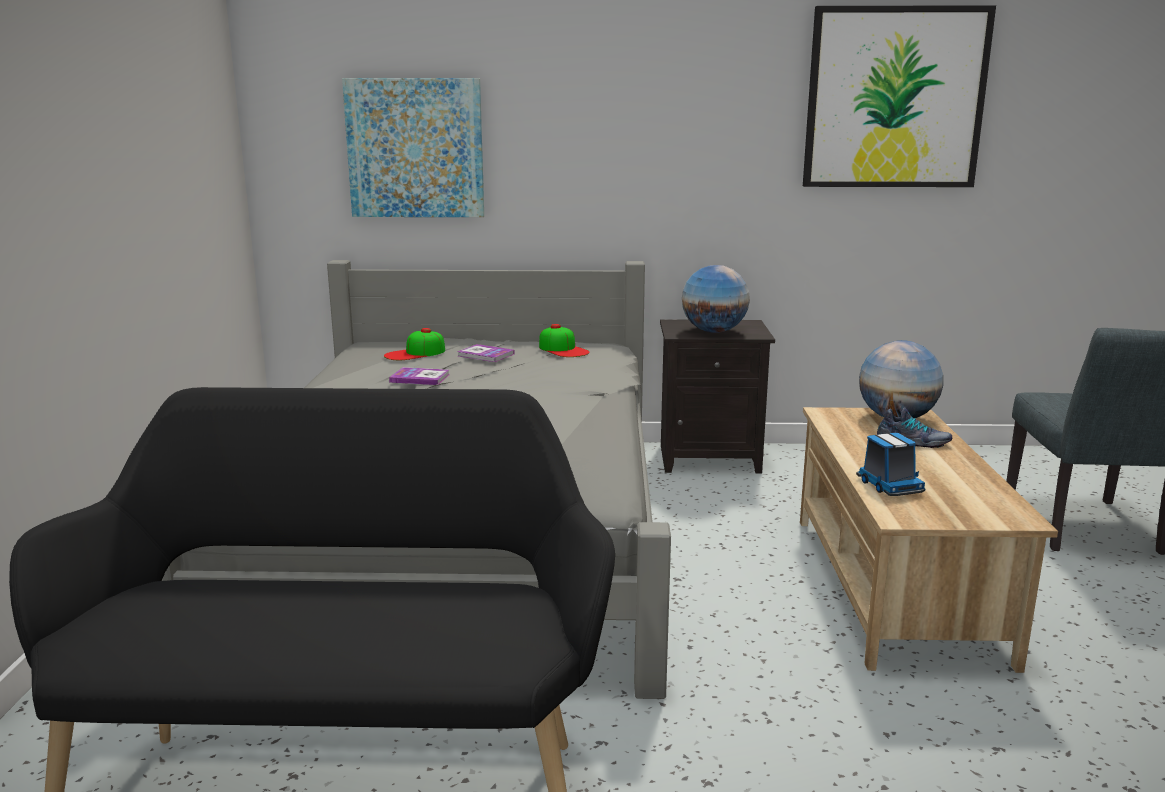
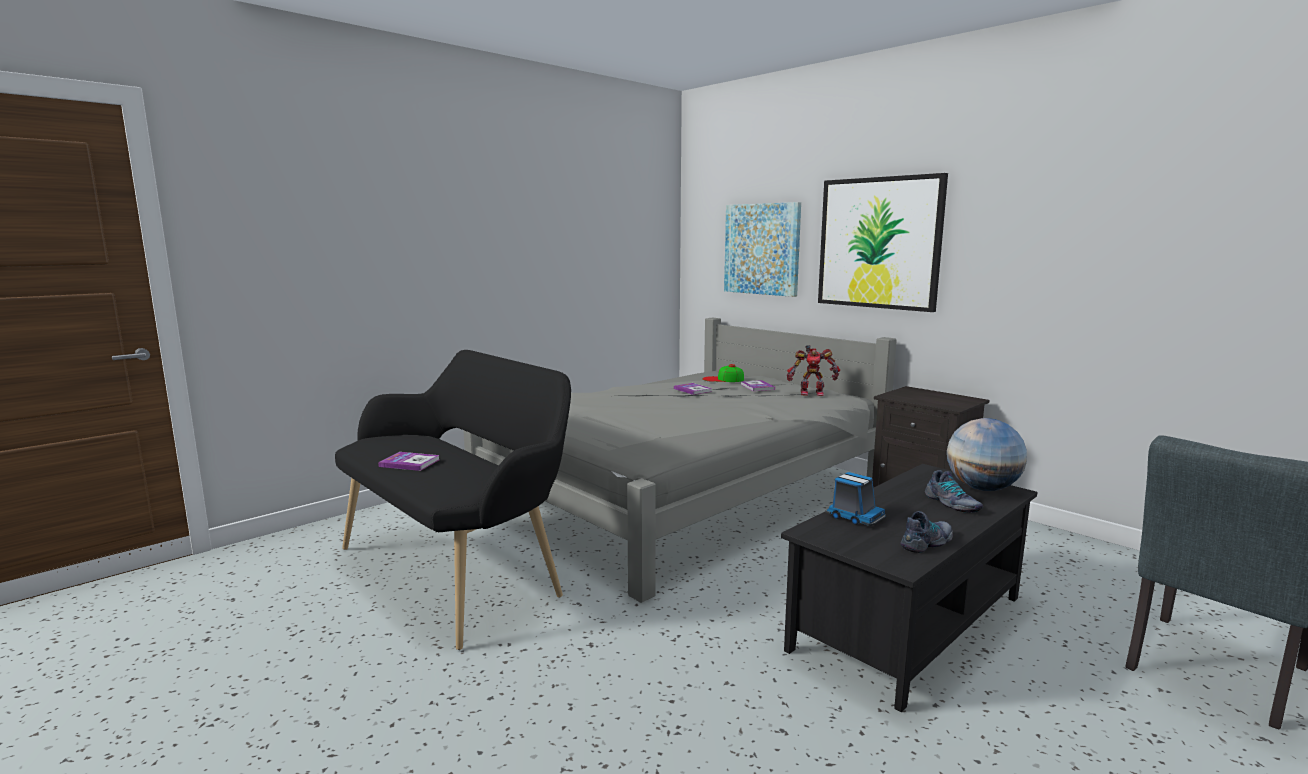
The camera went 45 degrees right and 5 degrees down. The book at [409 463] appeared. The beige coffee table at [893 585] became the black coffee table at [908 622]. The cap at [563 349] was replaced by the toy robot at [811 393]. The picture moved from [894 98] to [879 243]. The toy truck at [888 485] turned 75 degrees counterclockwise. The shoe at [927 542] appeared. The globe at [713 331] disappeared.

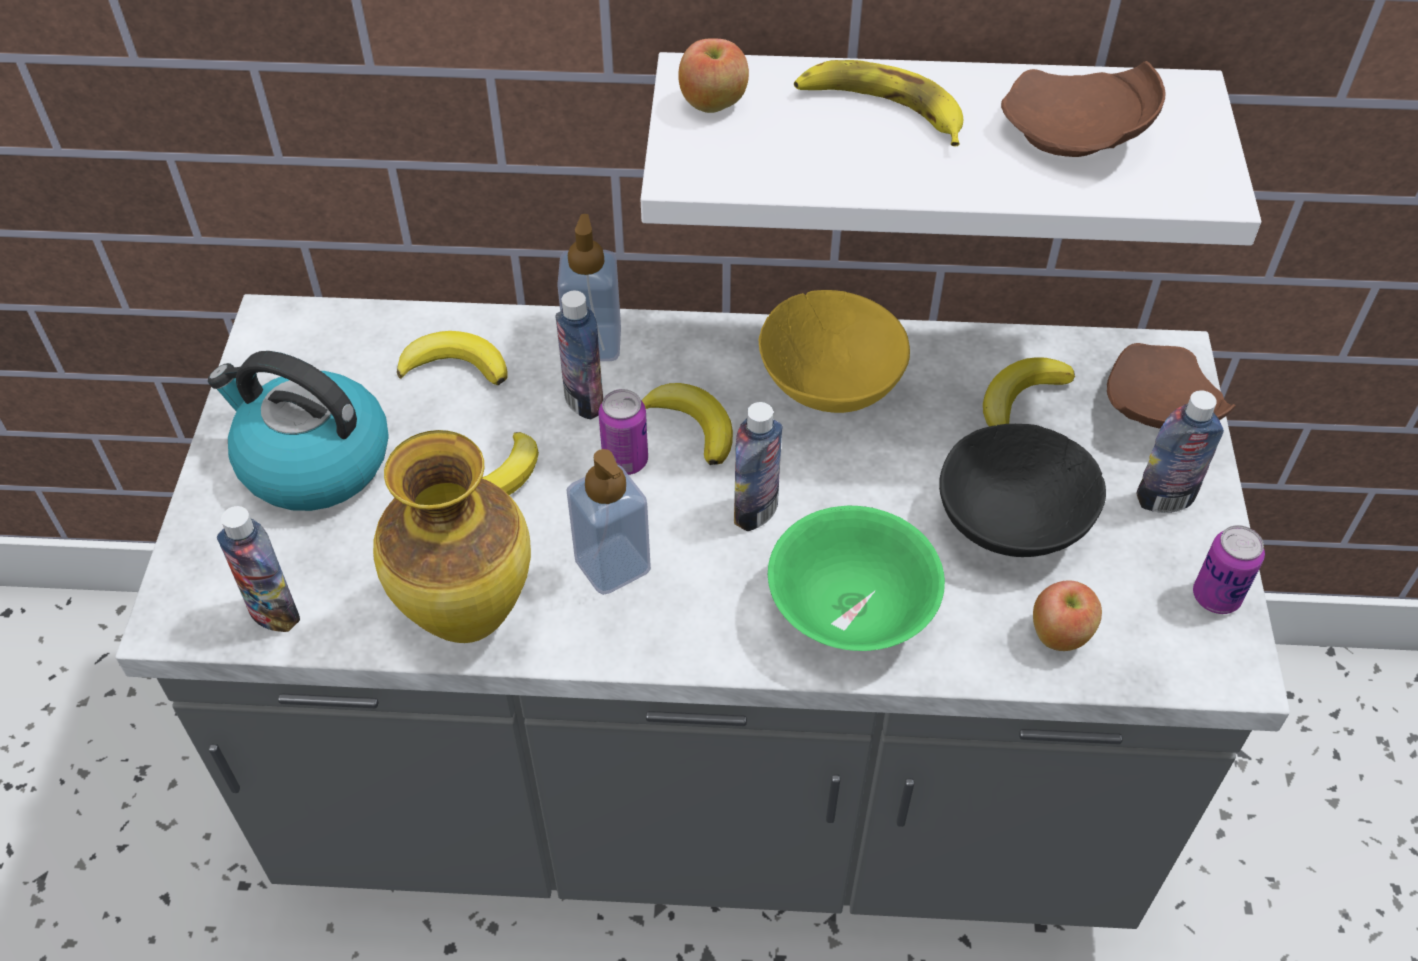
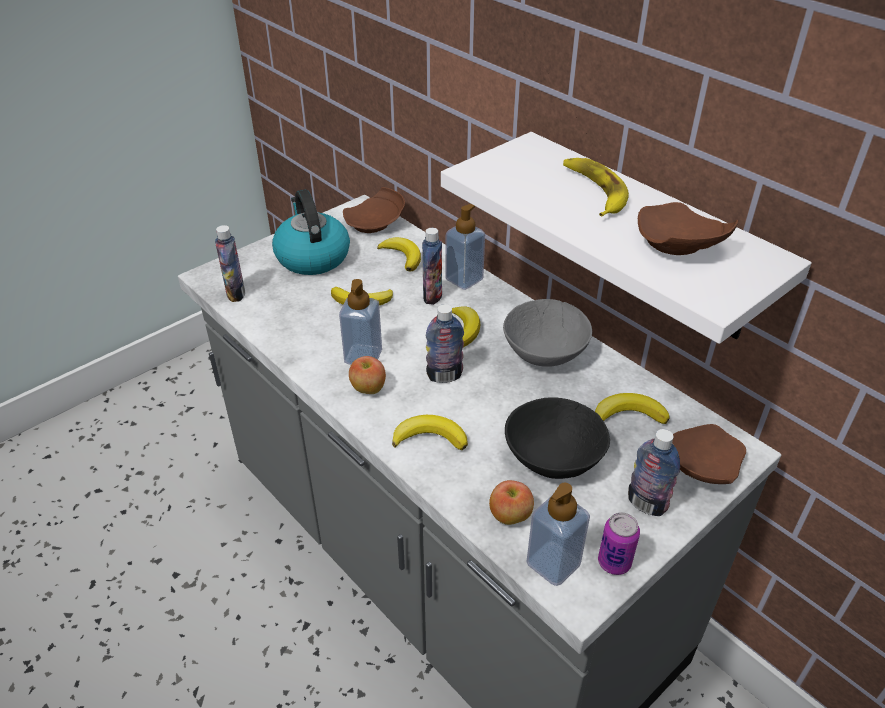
The camera went 45 degrees right and 10 degrees down. The brown plate at [376 223] appeared. The apple moved from [713 104] to [368 389]. The green bowl at [850 611] was replaced by the banana at [430 438]. The yellow bowl at [831 380] became the grey bowl at [546 351]. The soap dispenser at [553 563] appeared. The vase at [469 620] disappeared. The can at [625 460] disappeared.

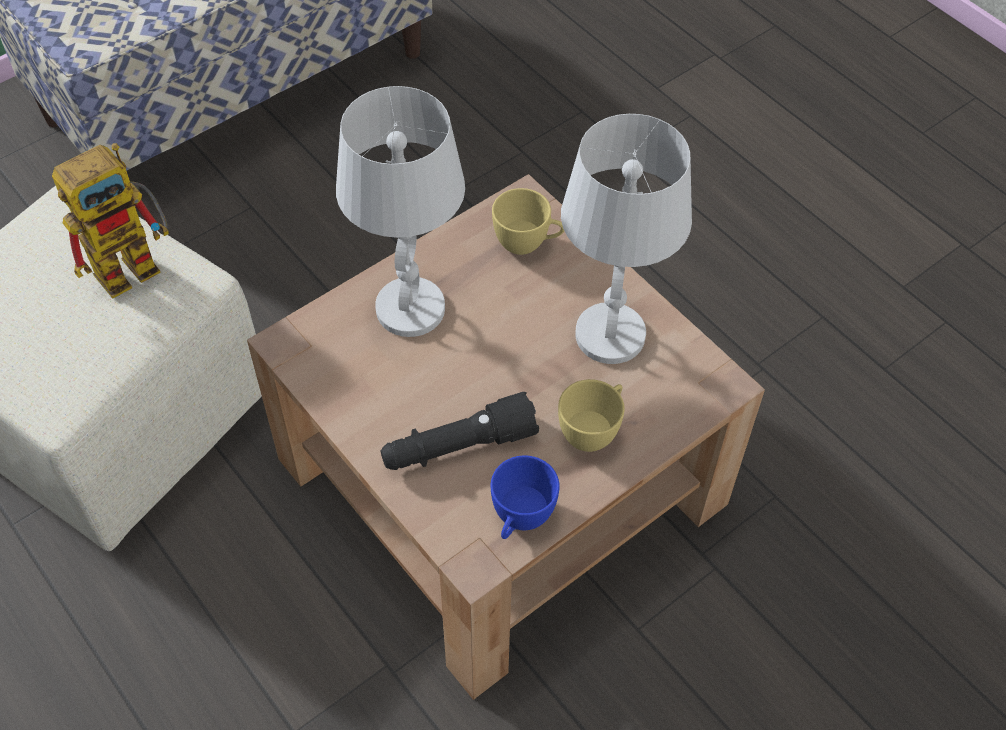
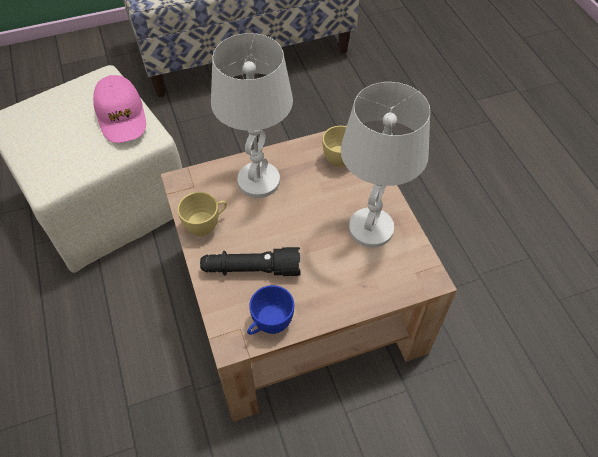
The camera went 20 degrees right and 0 degrees up. The toy robot at [136 262] was replaced by the pink cap at [121 116]. The yellow cup moved from [593 430] to [206 225].

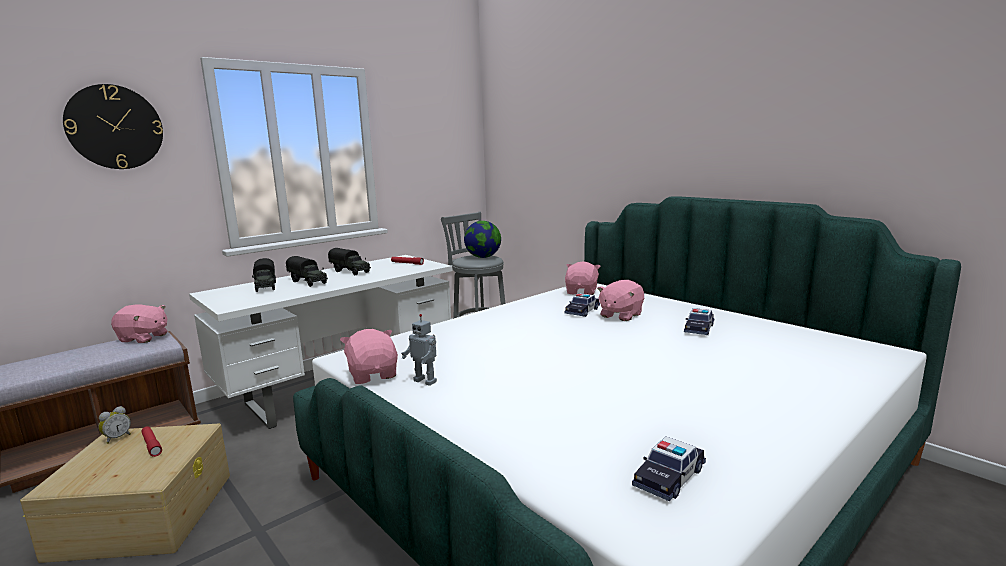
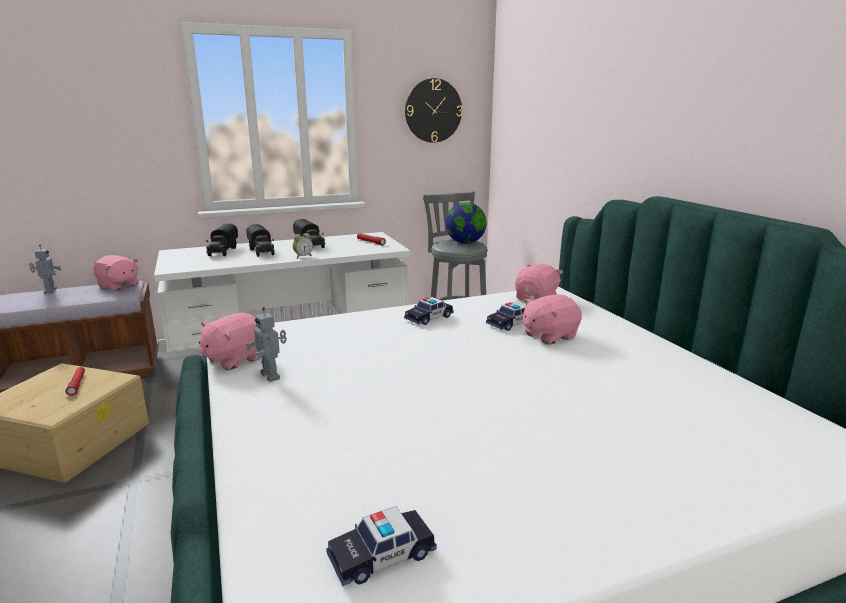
The camera went 20 degrees right and 5 degrees up. The toy robot at [49 291] appeared. The pink plush toy at [373 375] turned 135 degrees counterclockwise. The alarm clock moved from [117 438] to [303 257]. The toy car moved from [699 329] to [429 318]. The wall clock moved from [115 127] to [433 110].

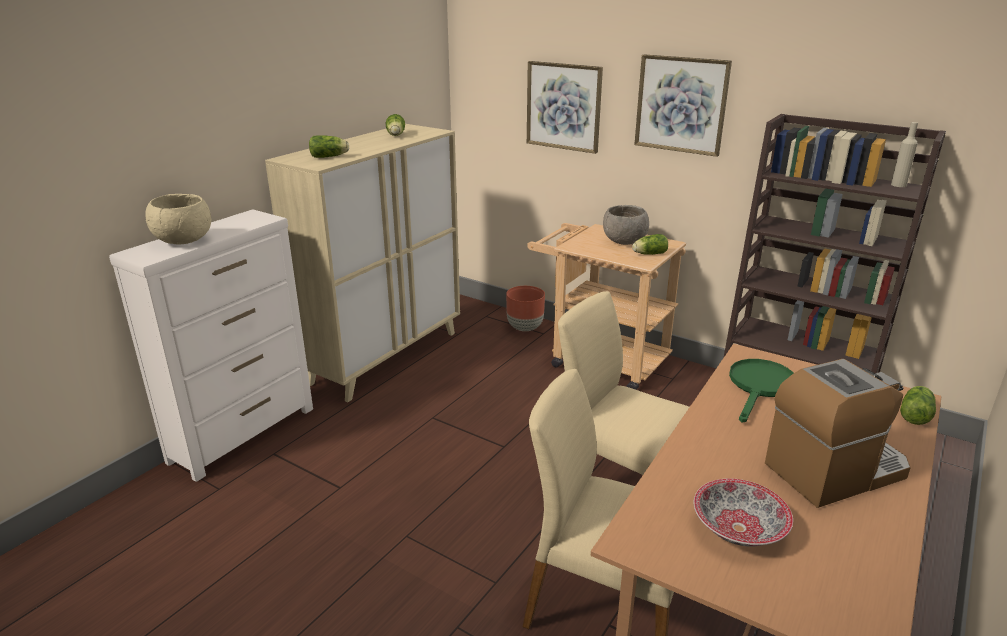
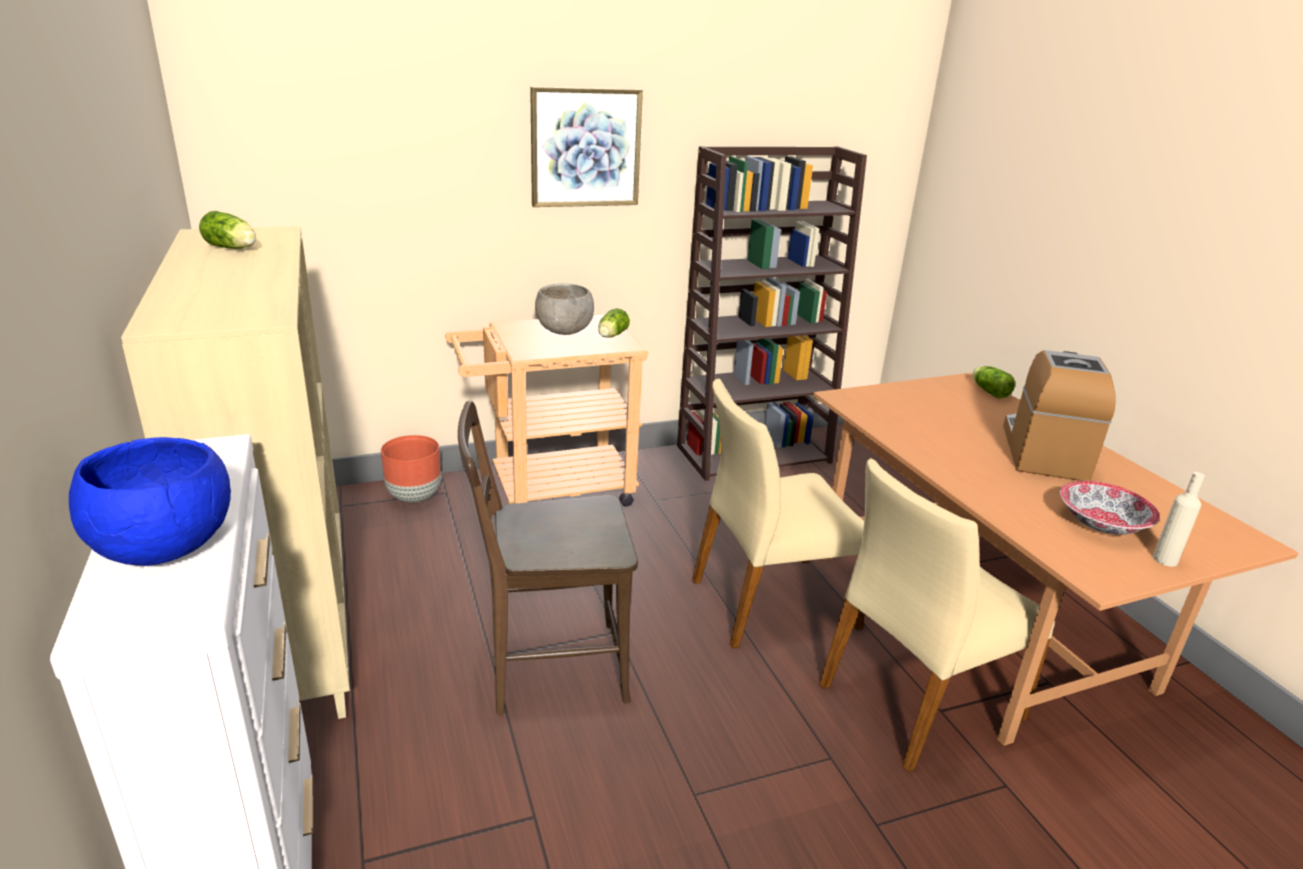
The camera went 55 degrees left and 0 degrees up. The beige bowl at [183 241] became the blue bowl at [166 549]. The brown chair at [548 668] appeared. The beige bottle moved from [898 185] to [1165 559]. The lettuce at [330 157] disappeared. The picture at [563 106] disappeared. The green frying pan at [760 387] disappeared.

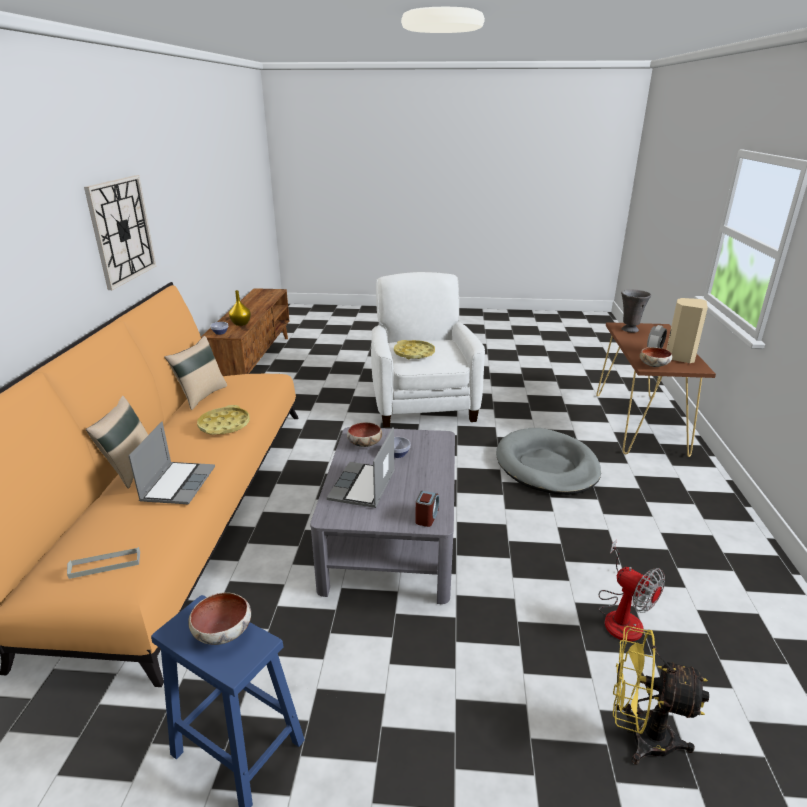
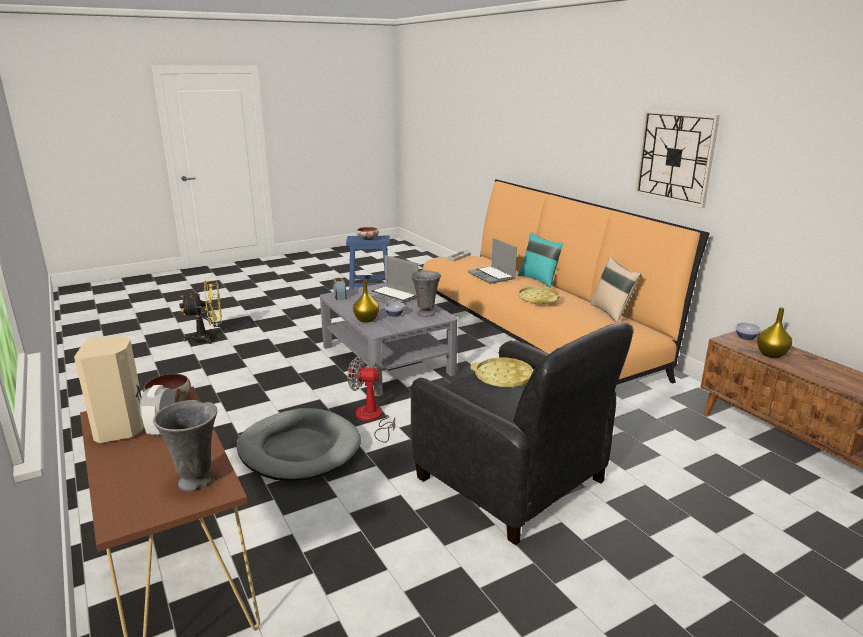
The camera went 145 degrees right and 5 degrees down. The fan moved from [621 615] to [372 418]. The yellow vase at [367 320] appeared. The laptop at [363 487] turned 150 degrees clockwise. The bowl at [364 444] was replaced by the grey vase at [426 313]. The white armchair at [423 403] became the black armchair at [512 481]. The beige pillow at [130 468] became the turquoise pillow at [539 280].

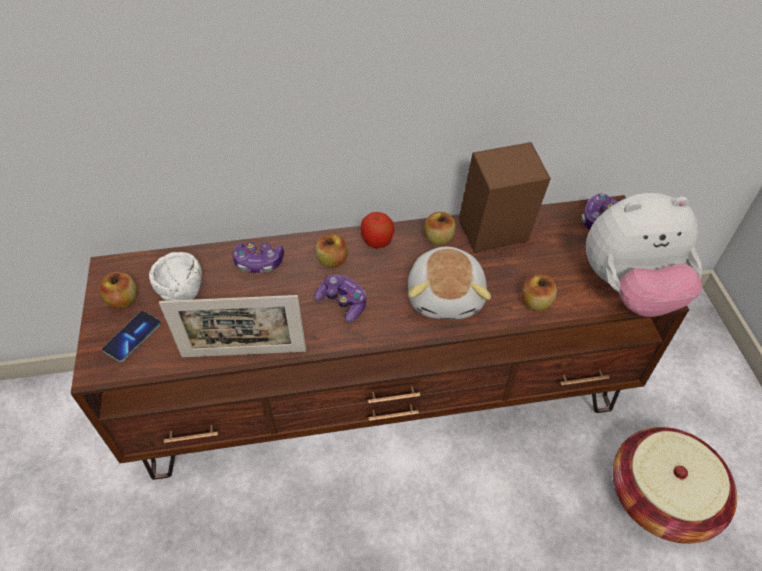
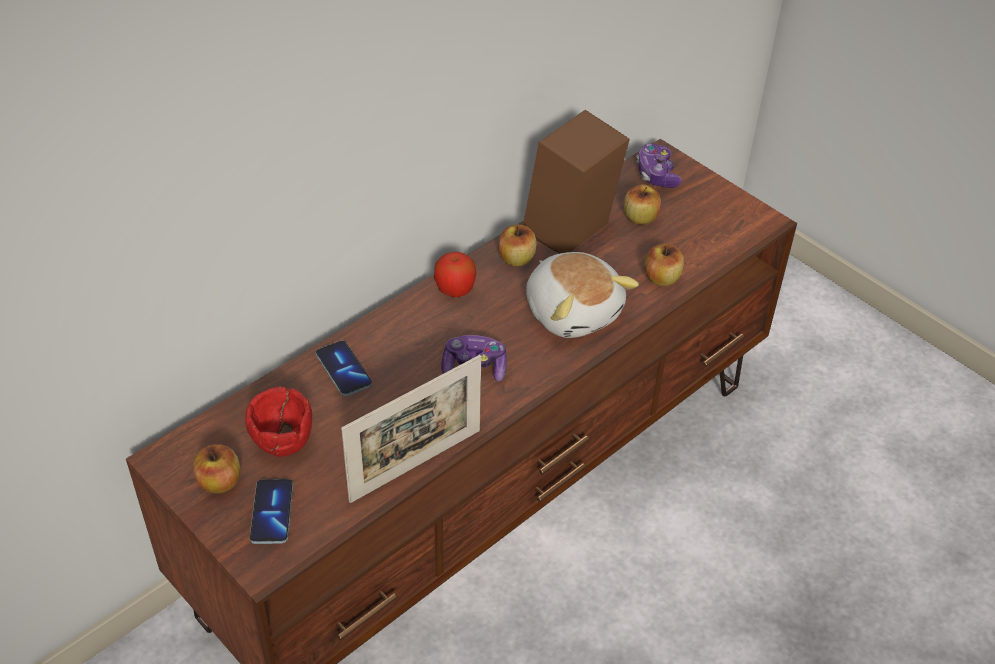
The camera went 35 degrees left and 5 degrees down. The white bowl at [182 291] became the red bowl at [282 440]. The game controller at [259 263] was replaced by the phone at [343 370]. The apple moved from [332 261] to [640 218]. The plush toy at [629 289] disappeared. The basket at [661 497] disappeared.

